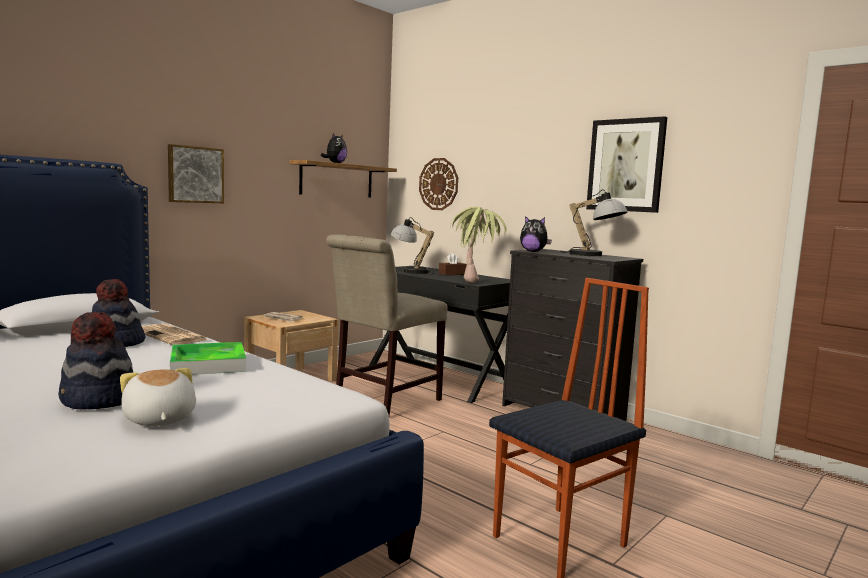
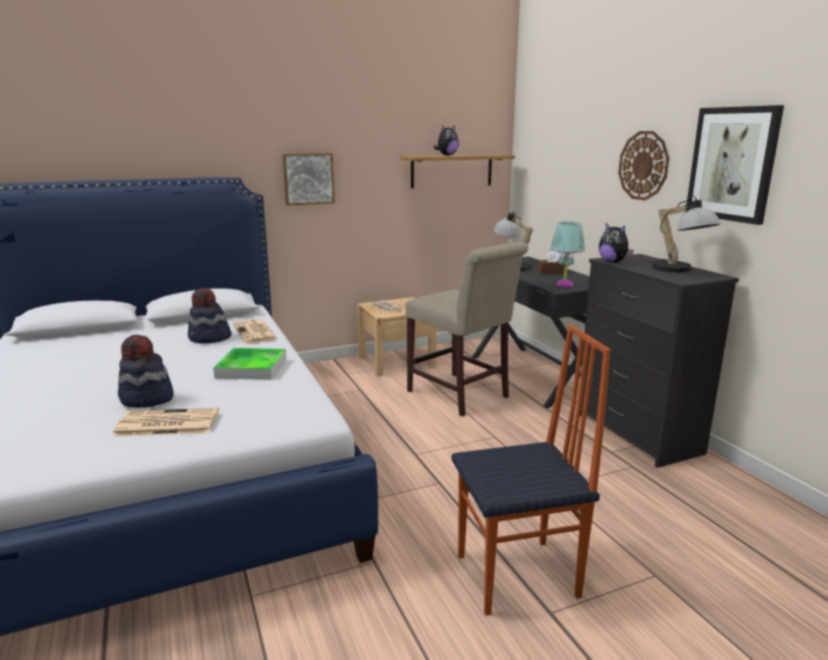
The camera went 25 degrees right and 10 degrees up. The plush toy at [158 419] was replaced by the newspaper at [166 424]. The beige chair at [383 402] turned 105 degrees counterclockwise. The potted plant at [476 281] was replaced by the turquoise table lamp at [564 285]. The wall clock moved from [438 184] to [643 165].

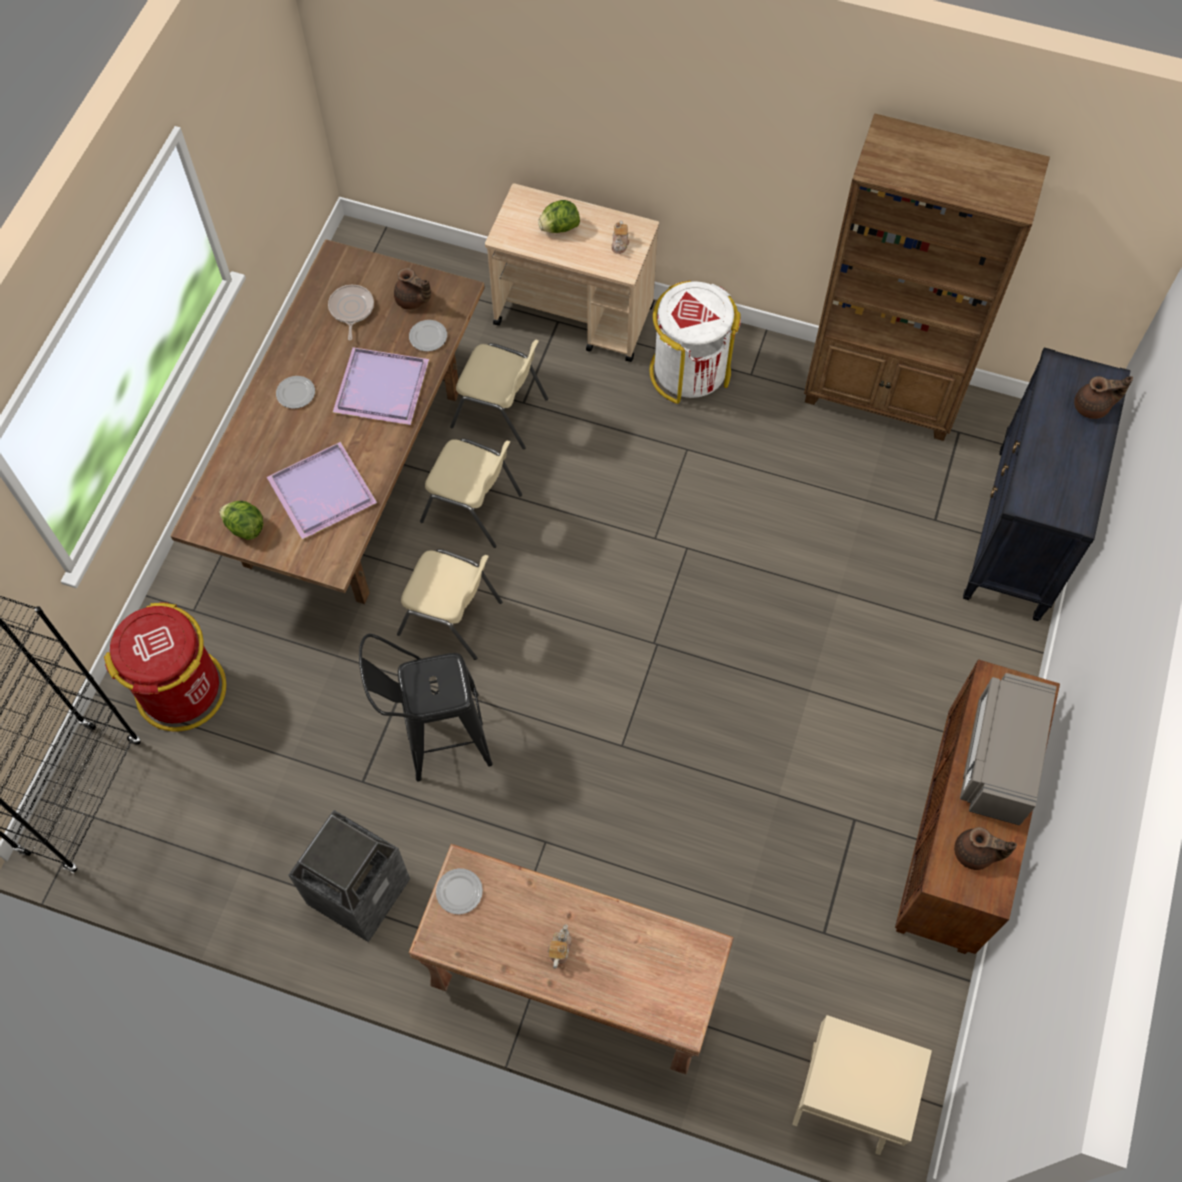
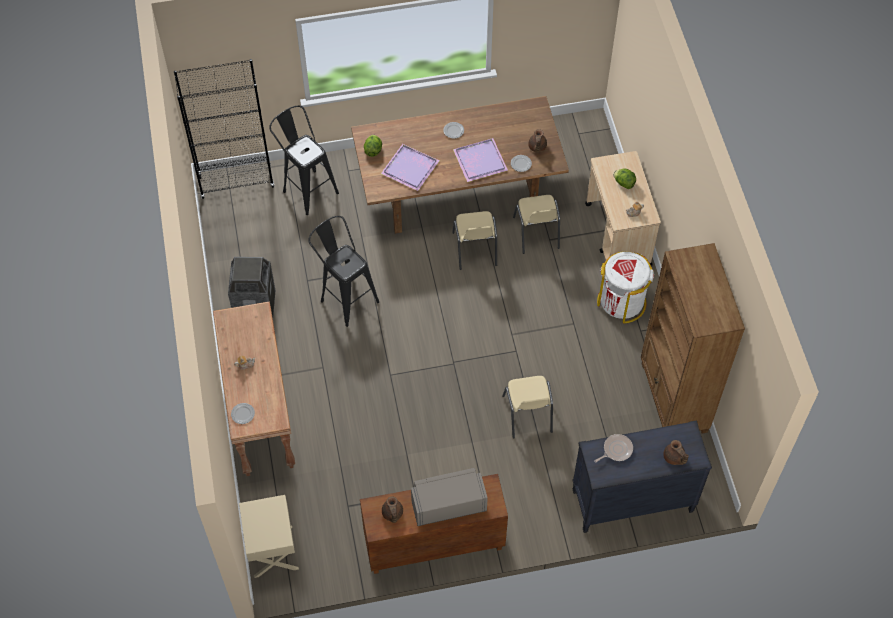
The camera went 60 degrees right and 5 degrees down. The plate moved from [459 892] to [243 414]. The red trash can at [182 690] was replaced by the black stool at [307 188]. The beige chair moved from [451 618] to [527 414]. The frying pan moved from [351 309] to [616 450].

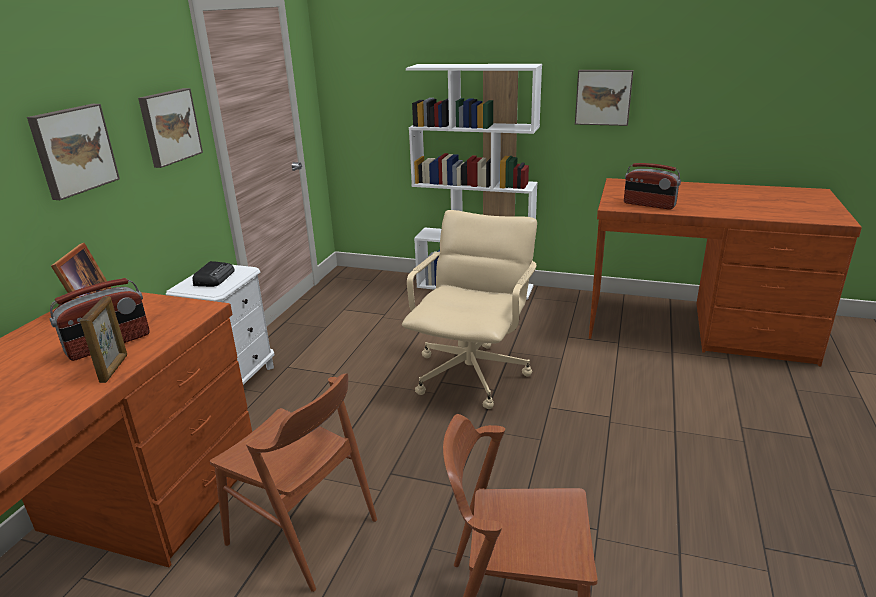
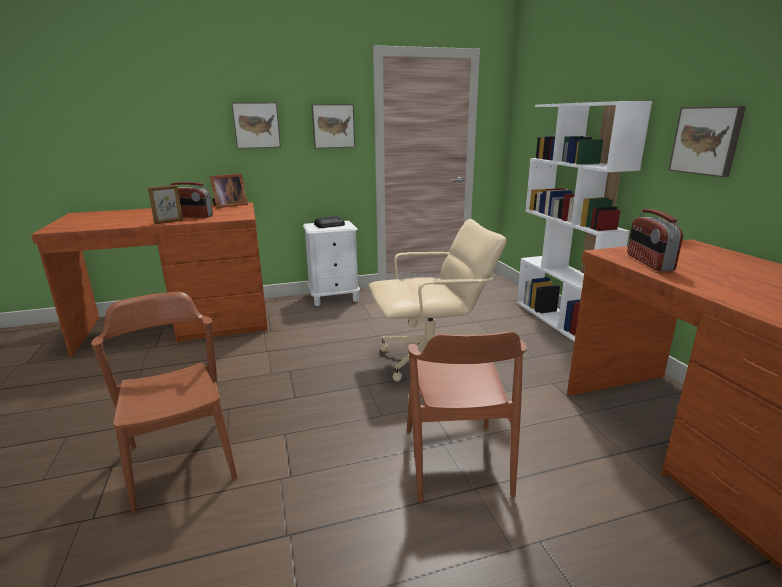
The camera went 55 degrees right and 5 degrees down. The brown chair moved from [302 531] to [456 461].

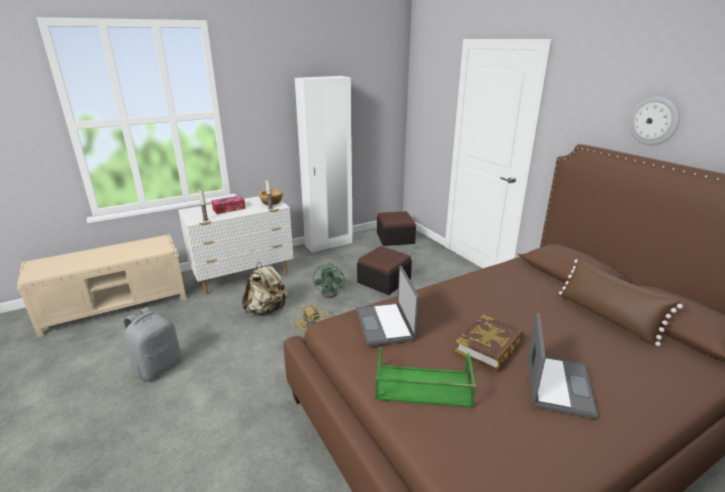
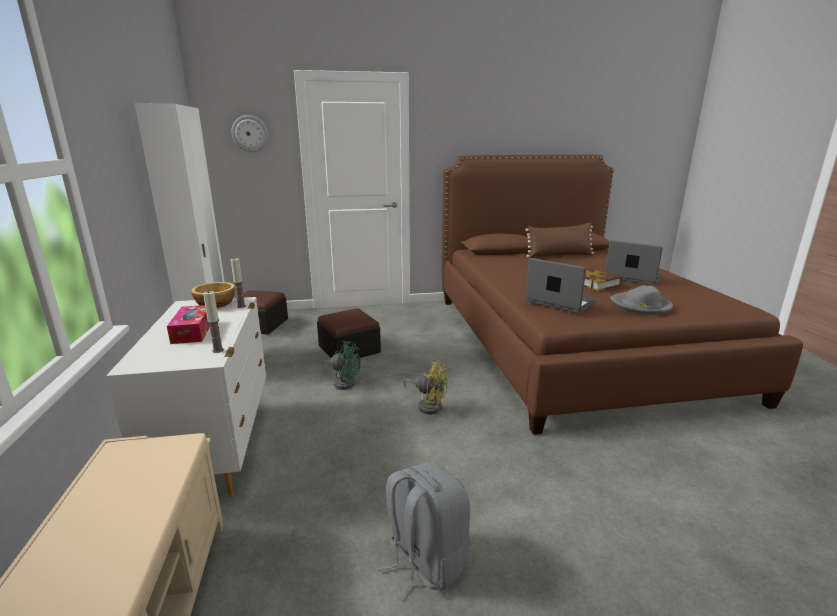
The camera went 70 degrees left and 5 degrees down. The wall clock moved from [654 121] to [250 133]. The laptop at [386 324] turned 150 degrees counterclockwise. The green tray at [422 386] was replaced by the grey hat at [641 306]. The beige backpack at [267 310] disappeared.

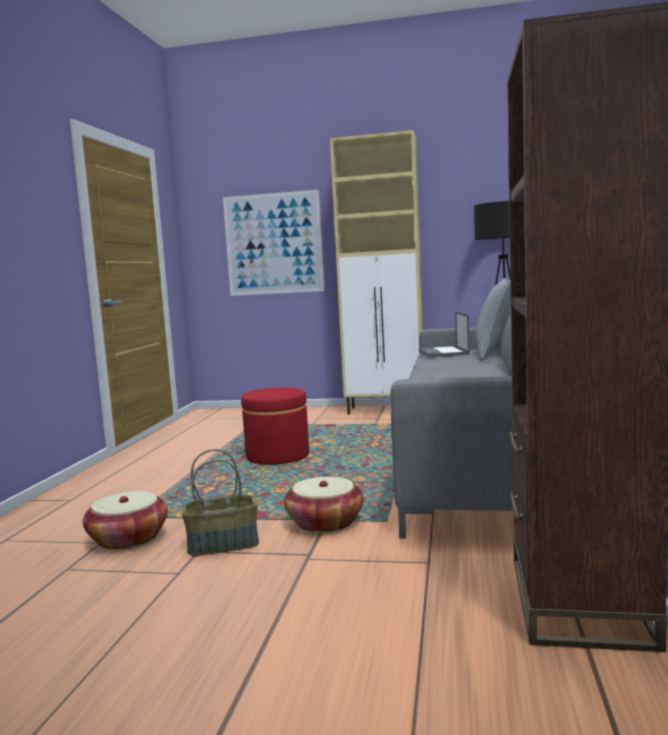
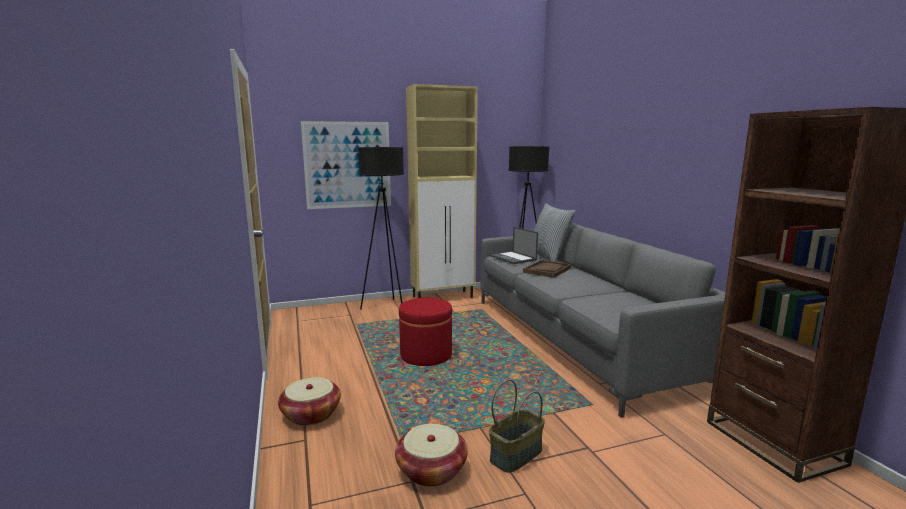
The camera went 30 degrees left and 5 degrees up. The basket moved from [325 523] to [311 414]. The black floor lamp at [386 307] appeared. The brown tray at [547 270] appeared.

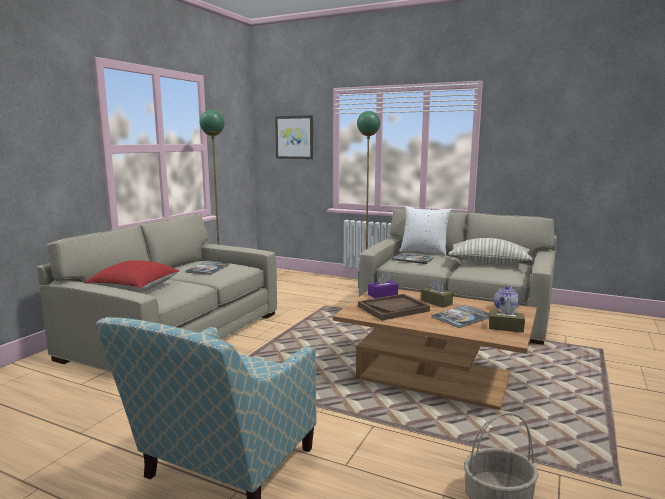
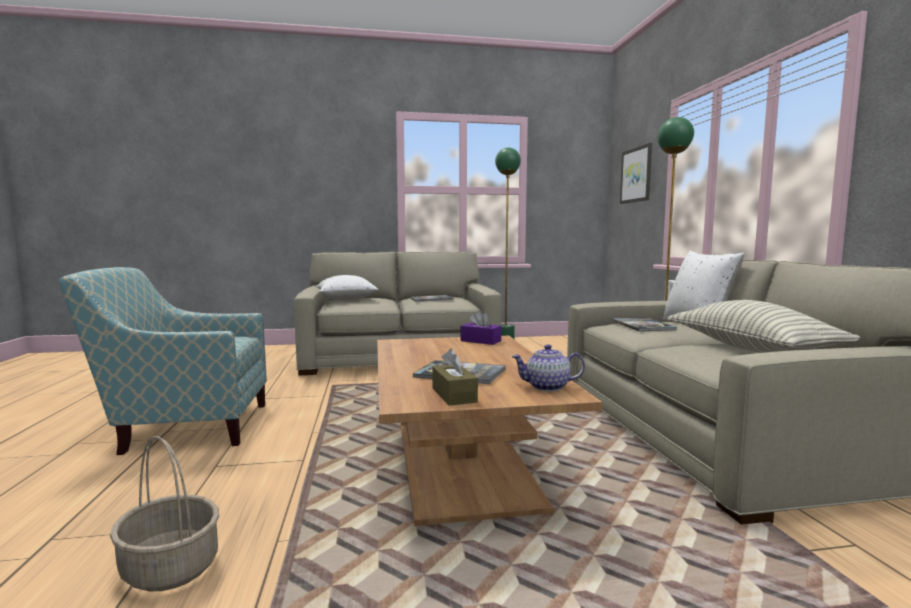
The camera went 55 degrees right and 5 degrees down. The red pillow at [135 290] became the white pillow at [346 300]. The brown tray at [393 308] disappeared. The brown tissue box at [436 302] disappeared.

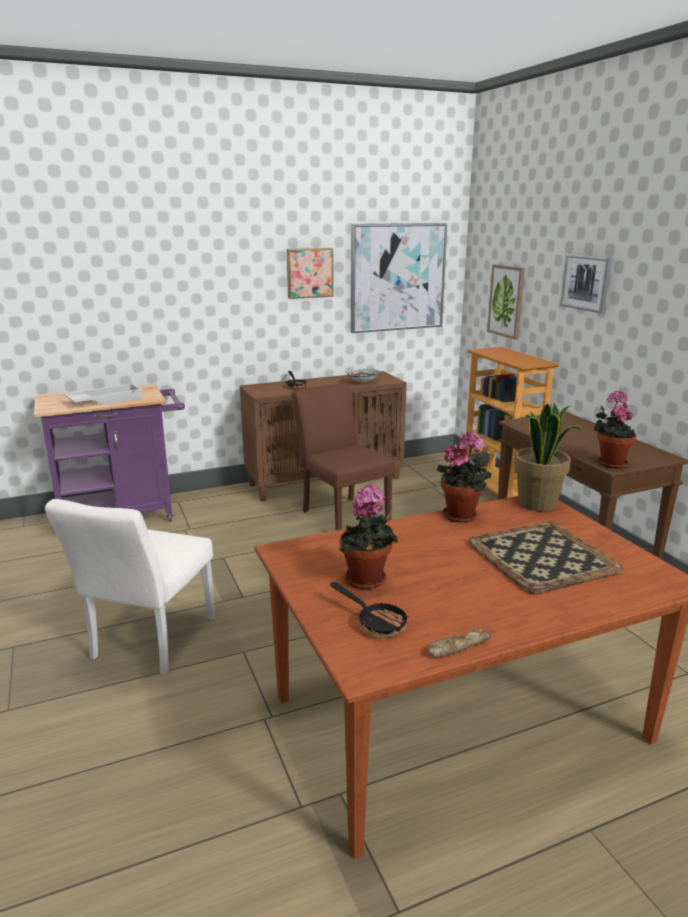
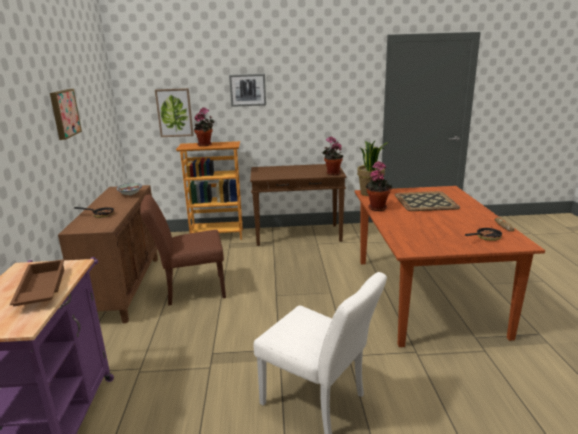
The camera went 70 degrees left and 0 degrees up. The white tray at [105 400] became the brown tray at [40 289]. The potted plant moved from [367 581] to [206 145]. The picture at [397 277] disappeared.

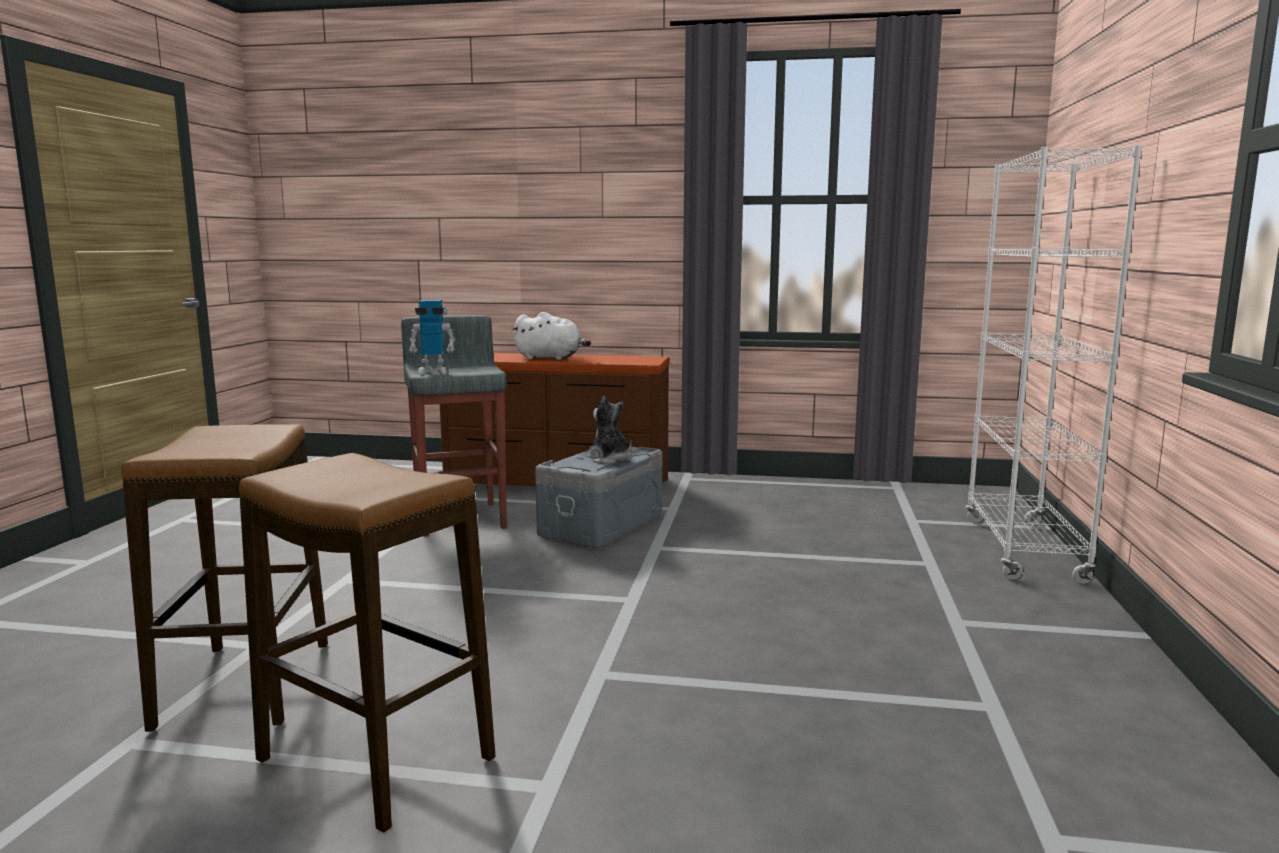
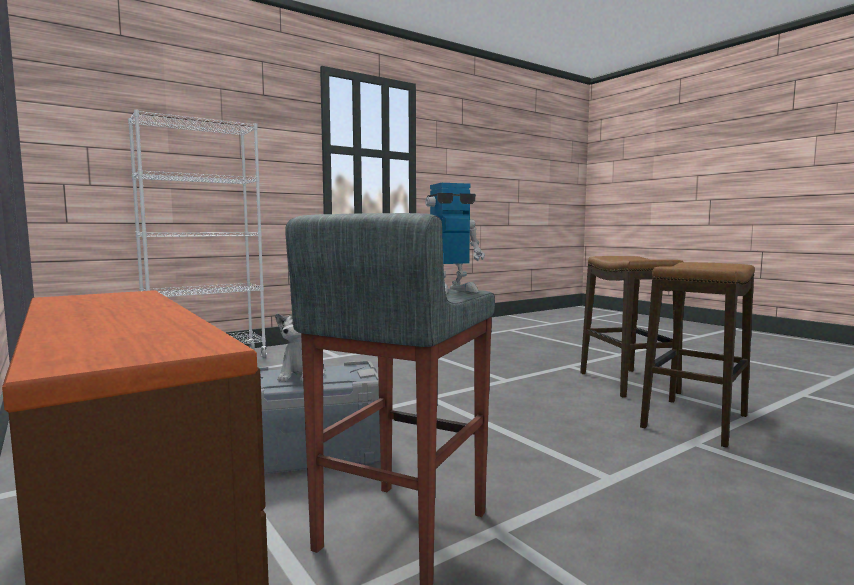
The camera went 135 degrees left and 5 degrees down. The toy robot at [433 372] turned 120 degrees clockwise. The white plush toy at [551 358] disappeared.

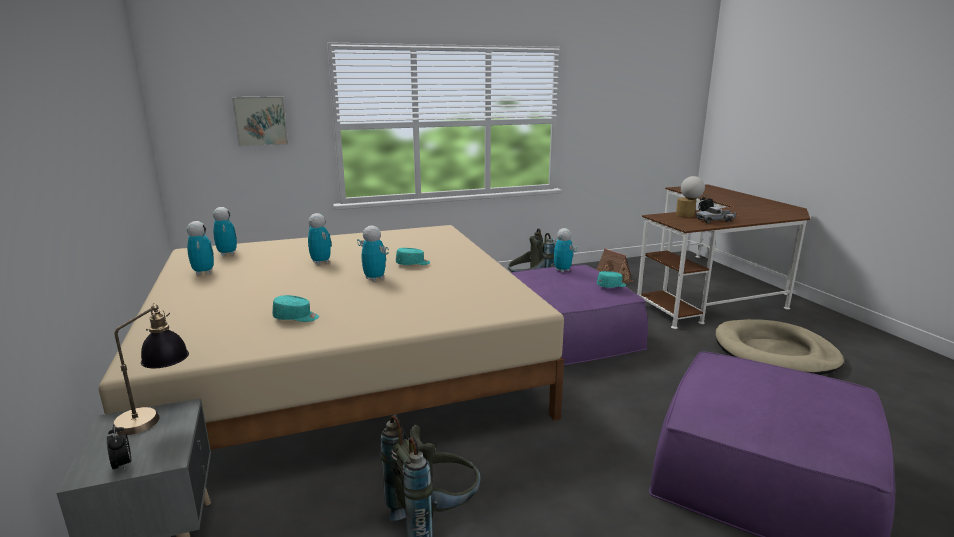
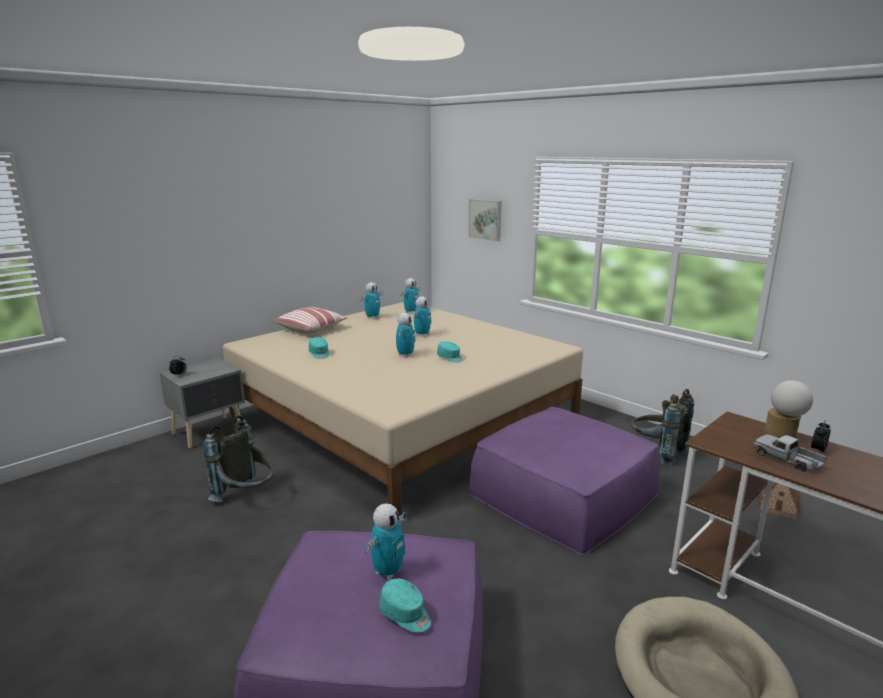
The camera went 65 degrees right and 0 degrees up. The pillow at [311 329] appeared. The toy robot moved from [562 270] to [388 572]. The turquoise cap moved from [611 286] to [406 615]. The table lamp at [157 417] disappeared.

